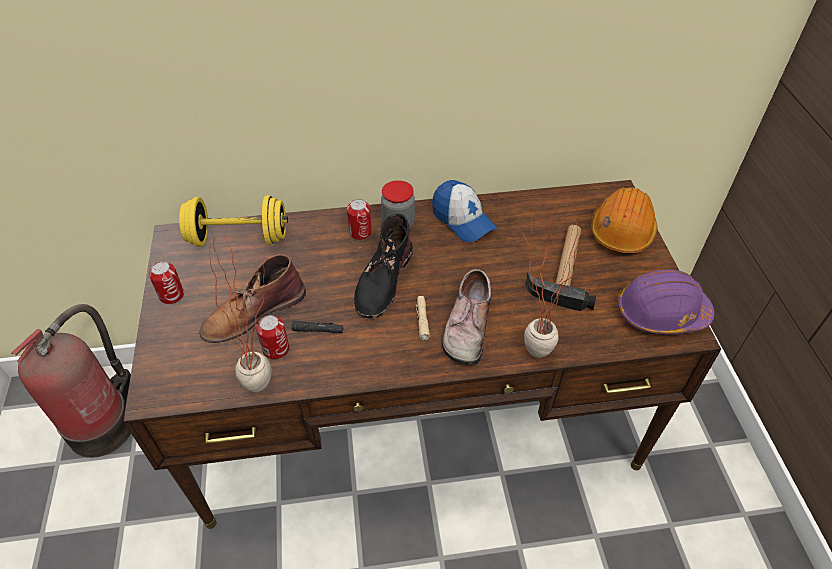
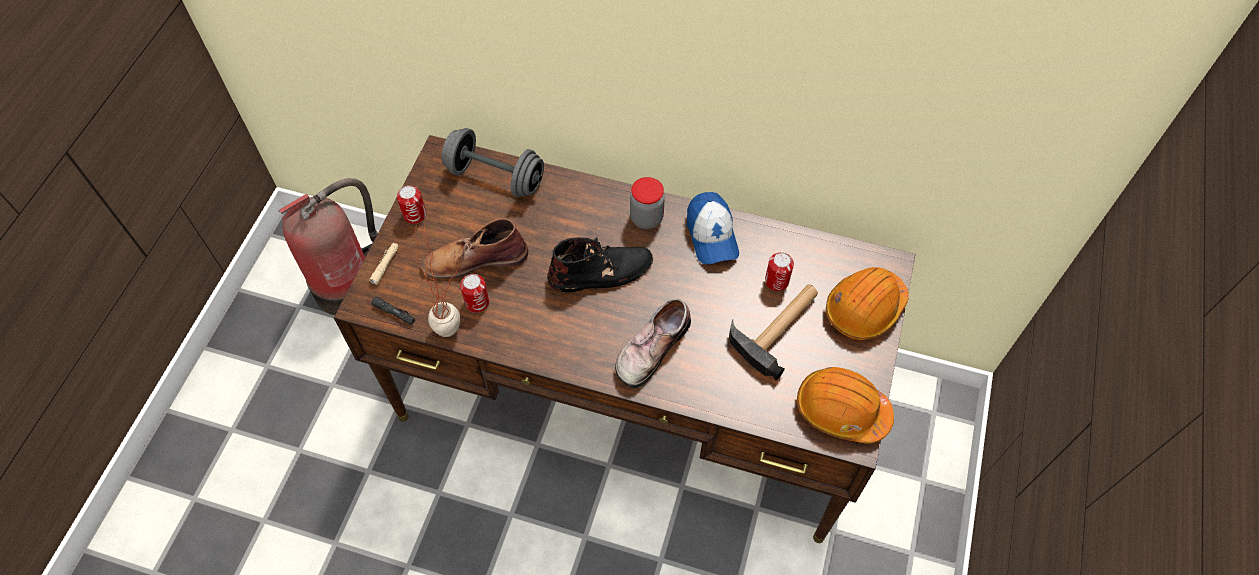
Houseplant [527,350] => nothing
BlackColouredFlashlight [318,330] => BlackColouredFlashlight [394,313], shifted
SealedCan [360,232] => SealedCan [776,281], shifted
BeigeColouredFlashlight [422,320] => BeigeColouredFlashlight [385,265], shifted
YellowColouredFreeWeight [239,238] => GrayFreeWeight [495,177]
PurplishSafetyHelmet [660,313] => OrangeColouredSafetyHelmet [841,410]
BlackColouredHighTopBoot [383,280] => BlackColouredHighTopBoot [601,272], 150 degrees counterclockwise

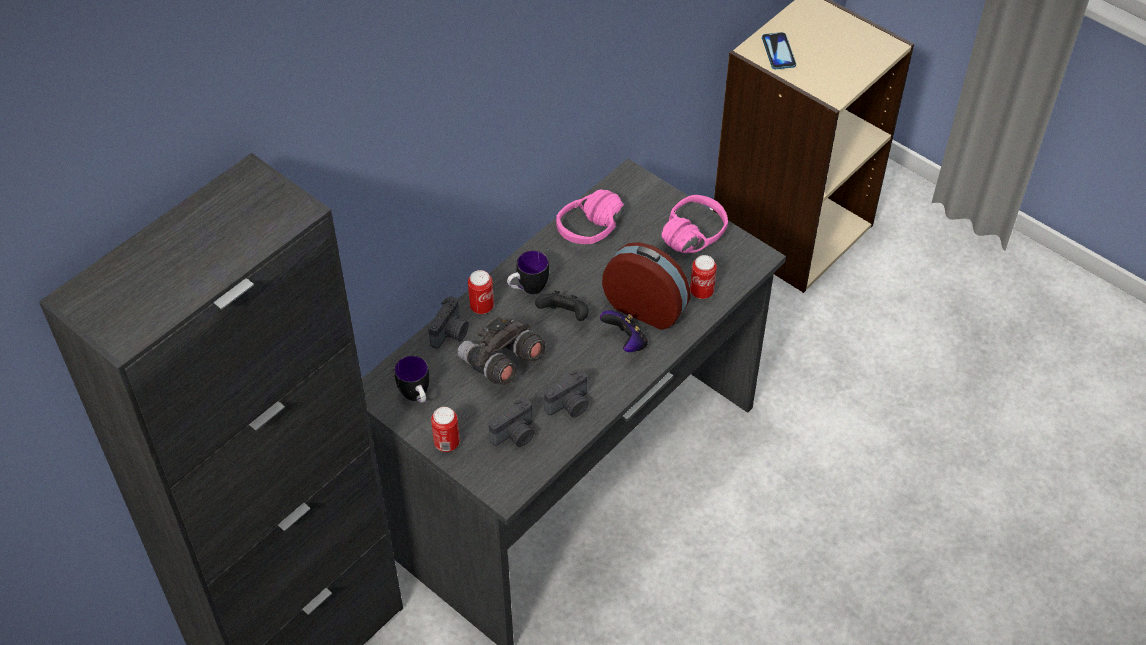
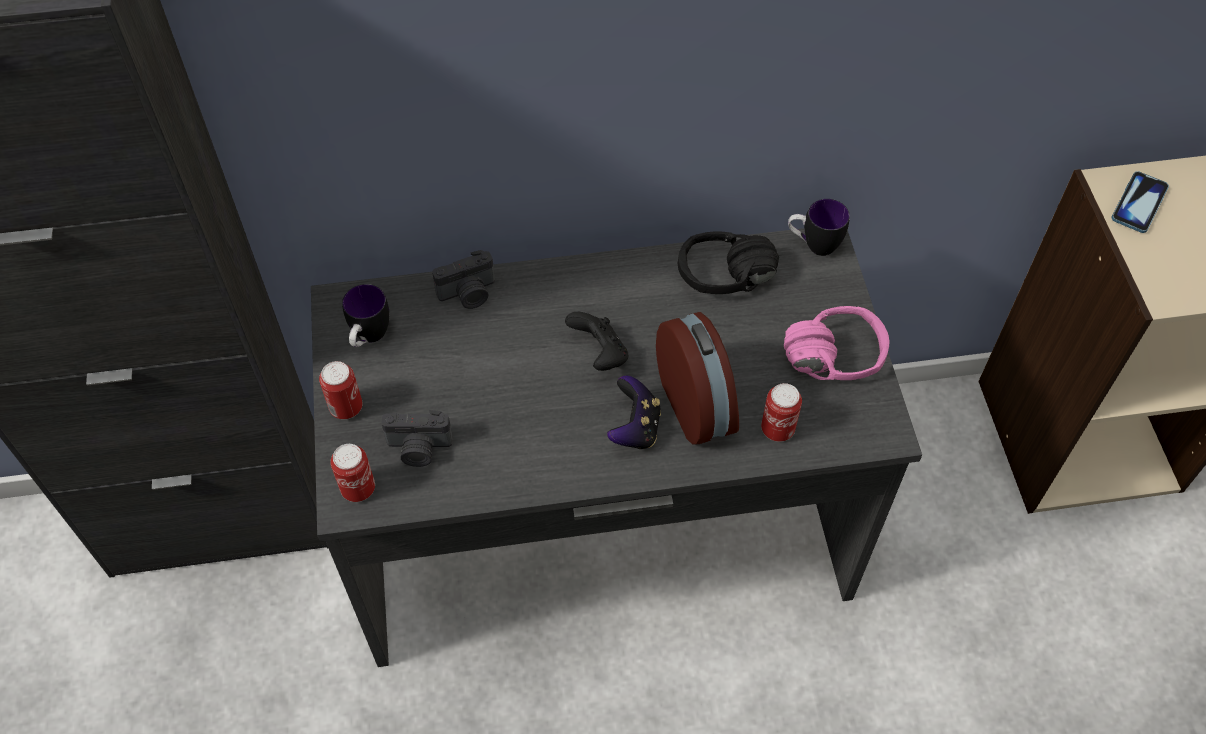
GrayPairOfBinoculars [501,362] => nothing
PhotoCamera [570,406] => nothing
SealedCan [481,307] => SealedCan [358,489], shifted
TeaMug [527,289] => TeaMug [813,245], shifted
PinkishPairOfHeadphones [599,233] => BlackColouredPairOfHeadphones [728,287]

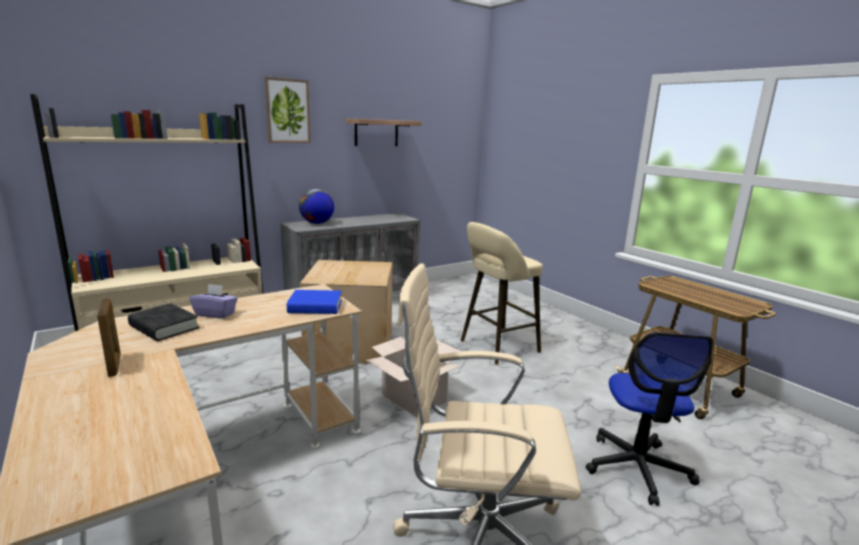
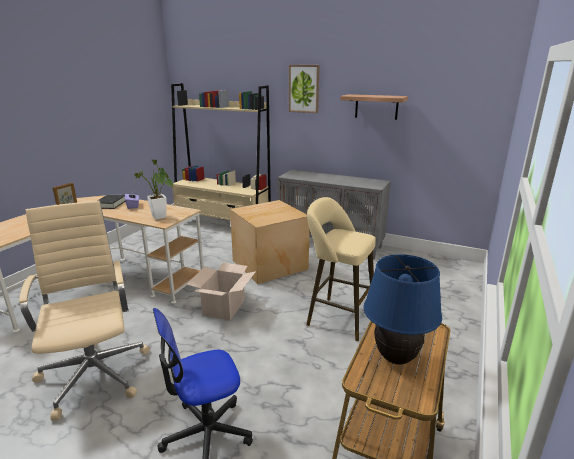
DeskGlobe [317,223] => nothing
nothing => BluishTableLamp [396,358]
BluishVolume [315,307] => Houseplant [160,218]

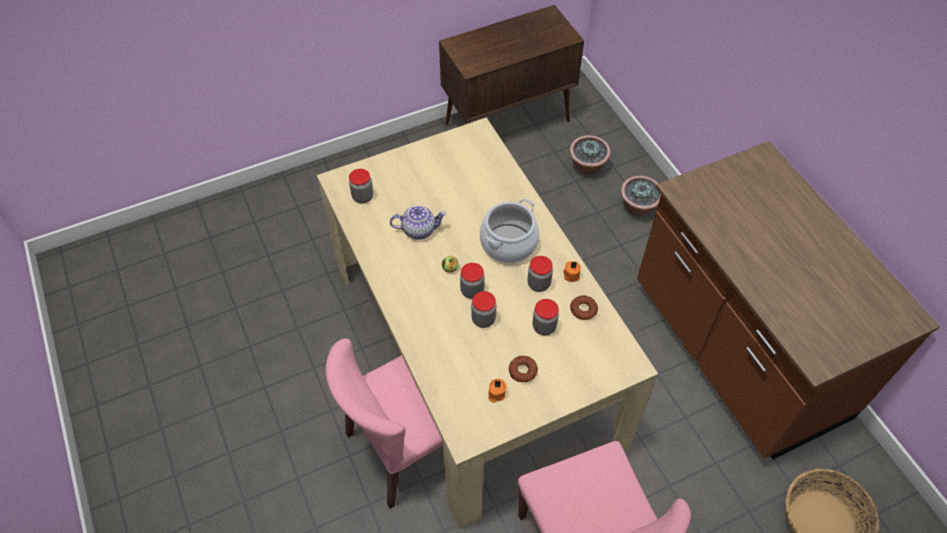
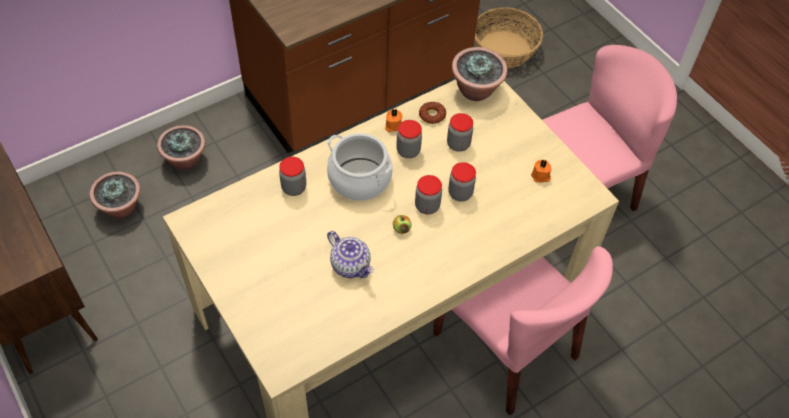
Donut [522,371] => nothing
nothing => Houseplant [476,90]
Jar [363,197] => Jar [294,188], shifted
Teapot [419,229] => Teapot [351,265], 150 degrees clockwise

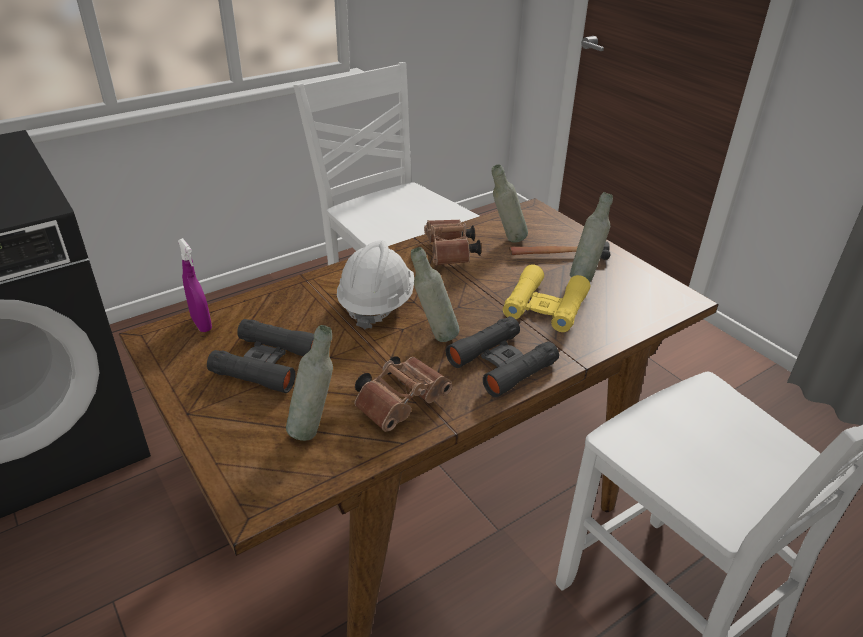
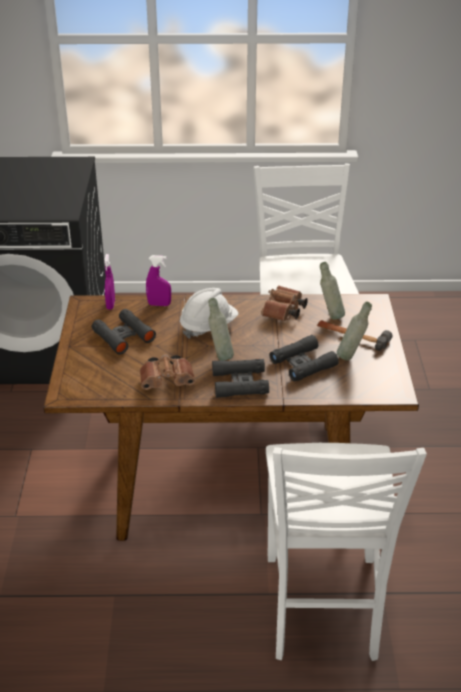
GrayDrinkBottle [314,428] => nothing
nothing => PurplishHandSprayer [159,304]
YellowColouredPairOfBinoculars [545,306] => BlackColouredPairOfBinoculars [303,364]

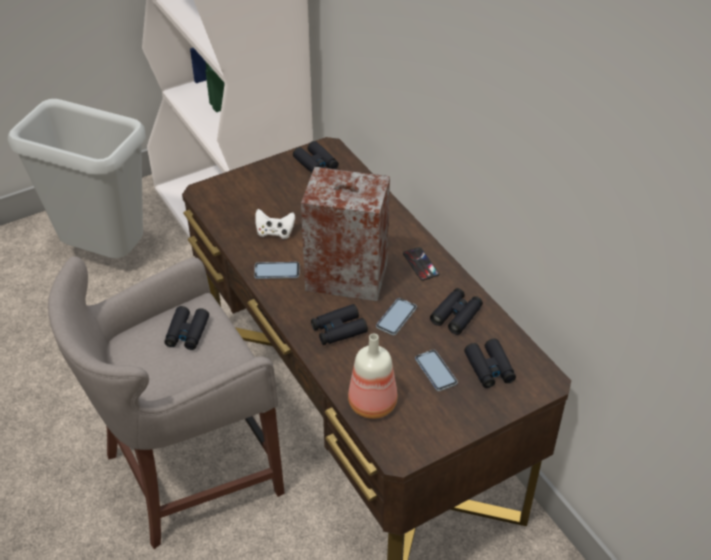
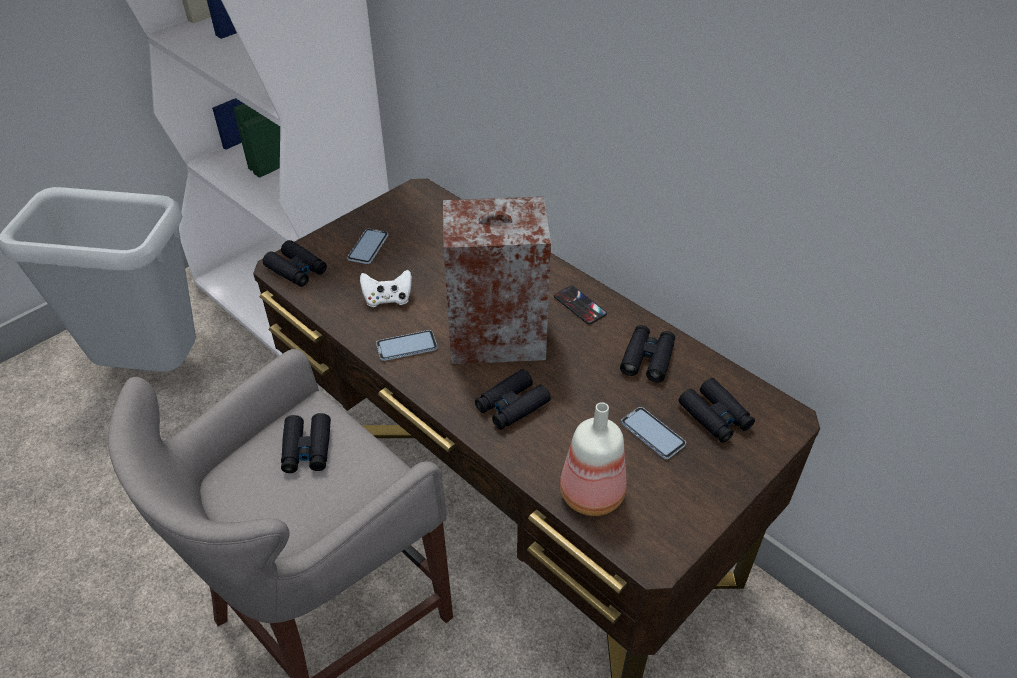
BlackColouredPairOfBinoculars [316,164] => BlackColouredPairOfBinoculars [296,270], shifted
Handset [396,317] => Handset [368,247], shifted

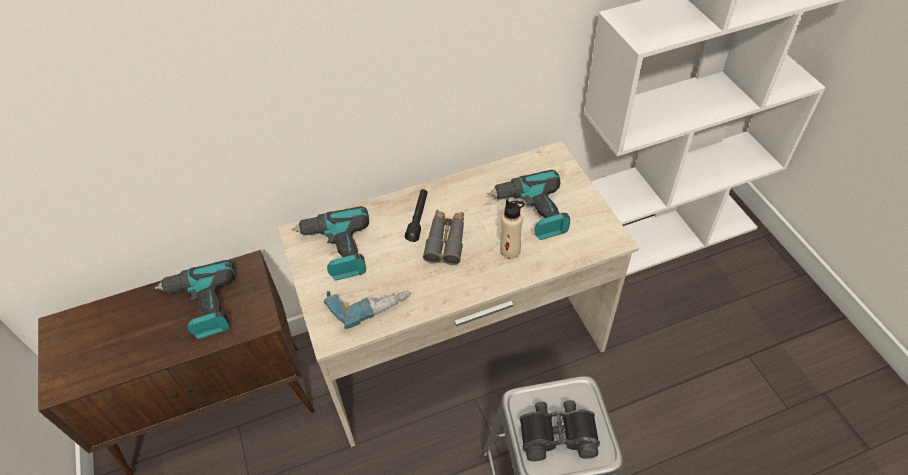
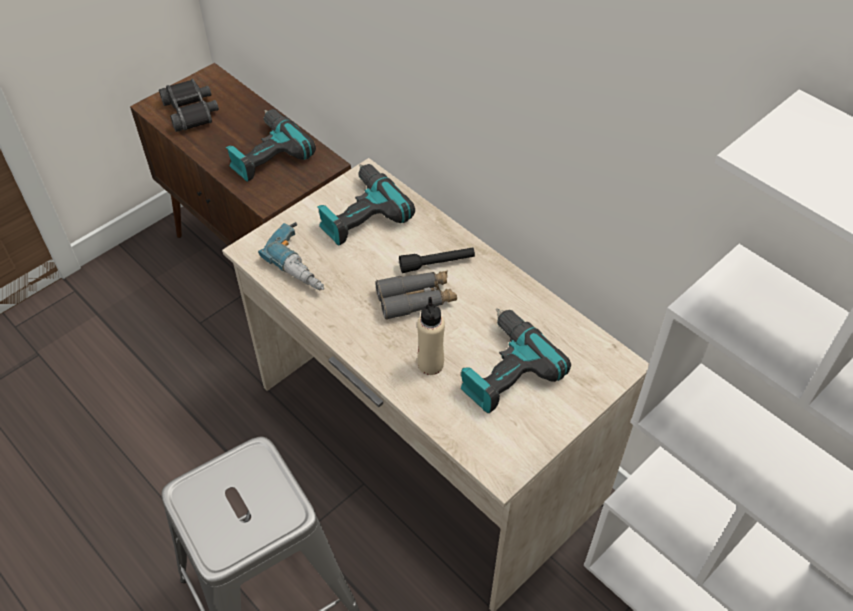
BlackColouredPairOfBinoculars [557,434] => BlackColouredPairOfBinoculars [191,111], shifted

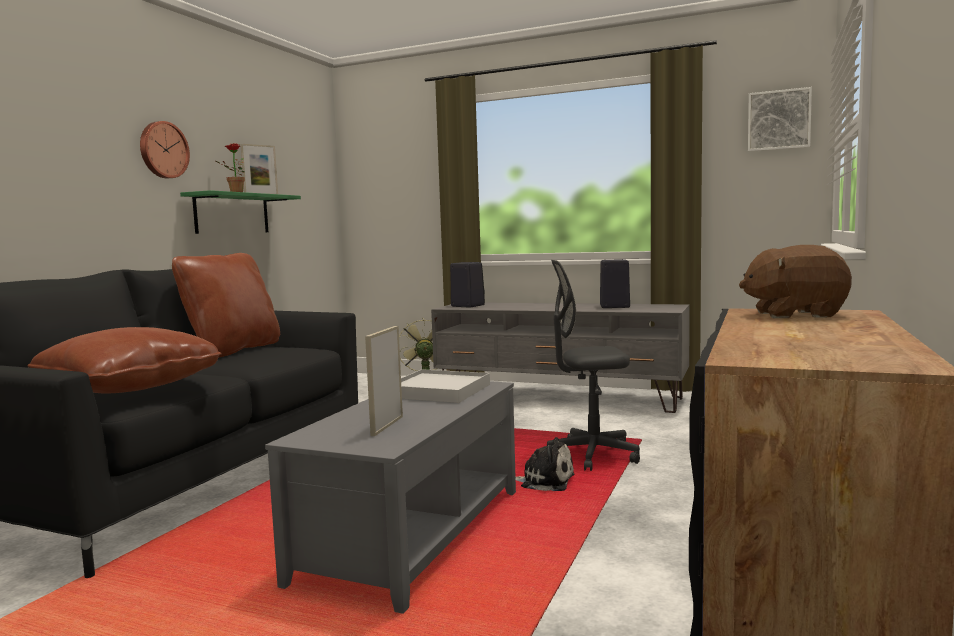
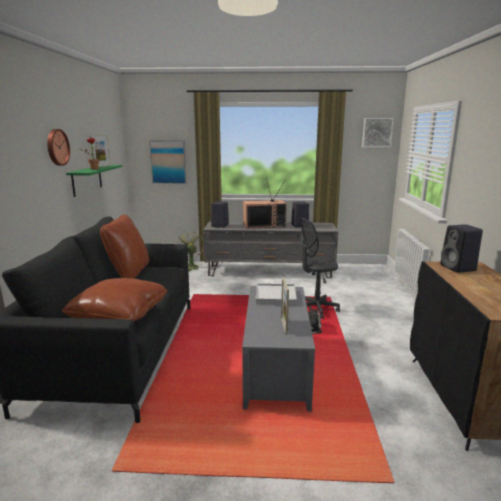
nothing => Picture [168,162]
nothing => Television [264,225]
BrownCuddlyToy [794,314] => BlackColouredLoudspeaker [459,268]

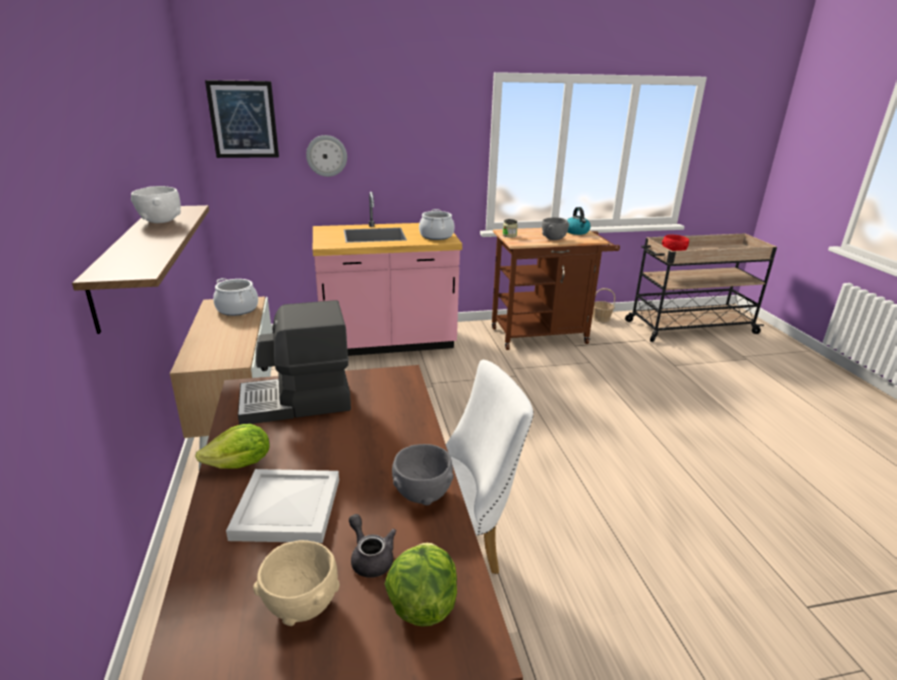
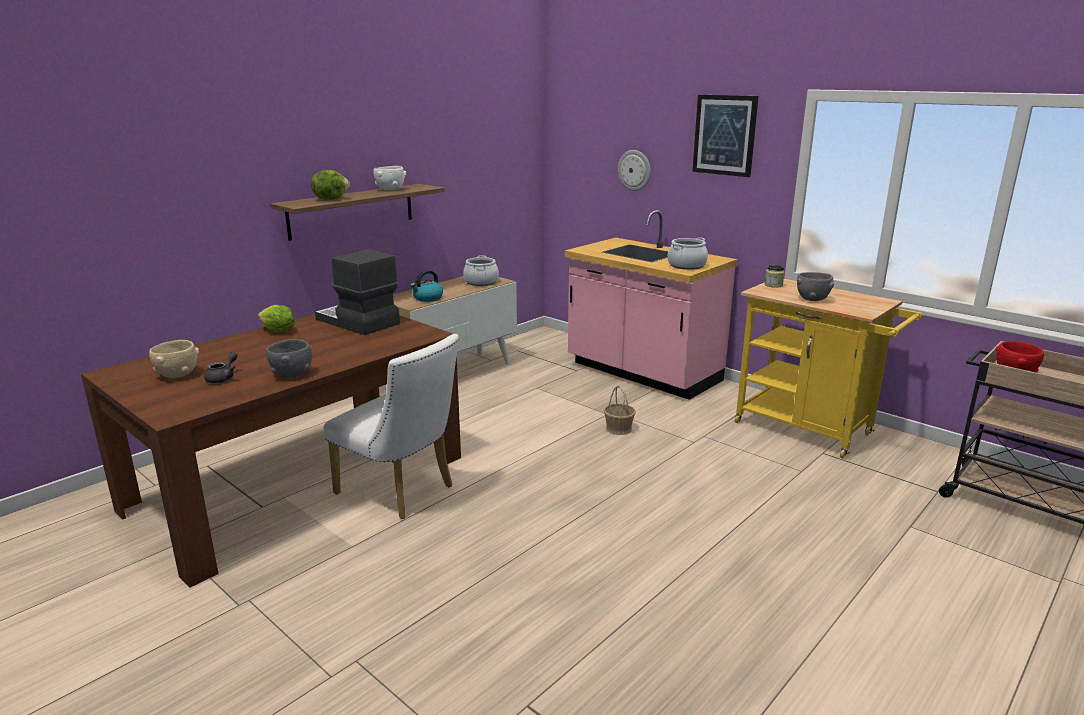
WhiteServingTray [285,509] => nothing
Picture [243,119] => Picture [724,135], shifted
HeadOfLettuce [422,605] => HeadOfLettuce [330,199], shifted
WaterKettle [576,232] => WaterKettle [427,298], shifted
StorageBasket [601,318] => StorageBasket [619,429], shifted
BrownCart [545,335] => YellowColouredCart [810,431]

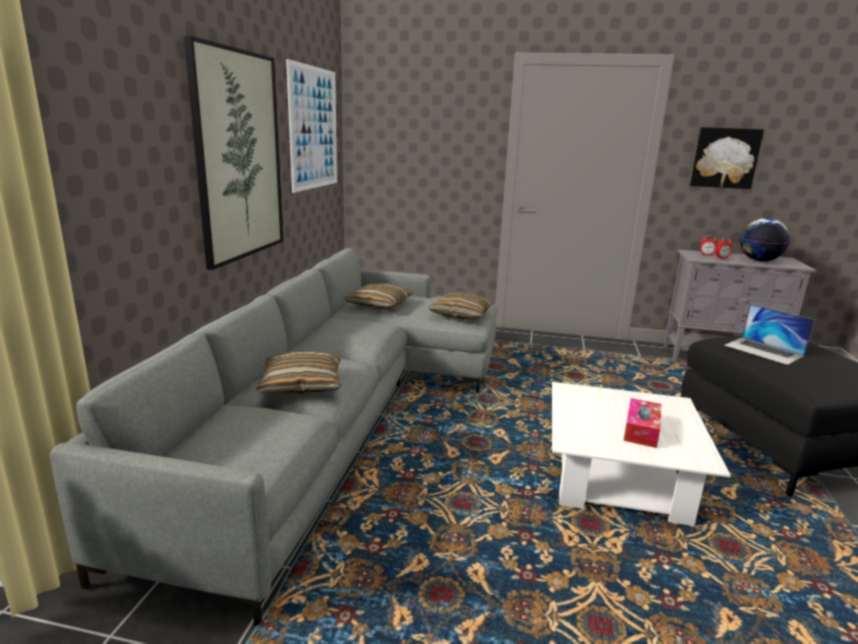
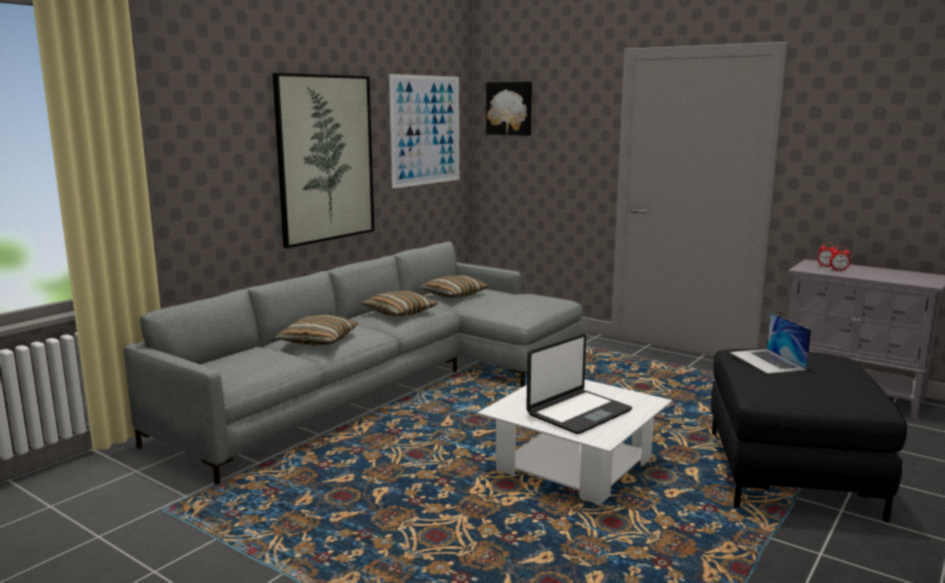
DeskGlobe [759,260] => nothing
ThrowPillow [461,314] => ThrowPillow [399,312], shifted
Picture [724,158] => Picture [510,108], shifted
TissueBox [641,430] => NotebookComputer [578,412]

